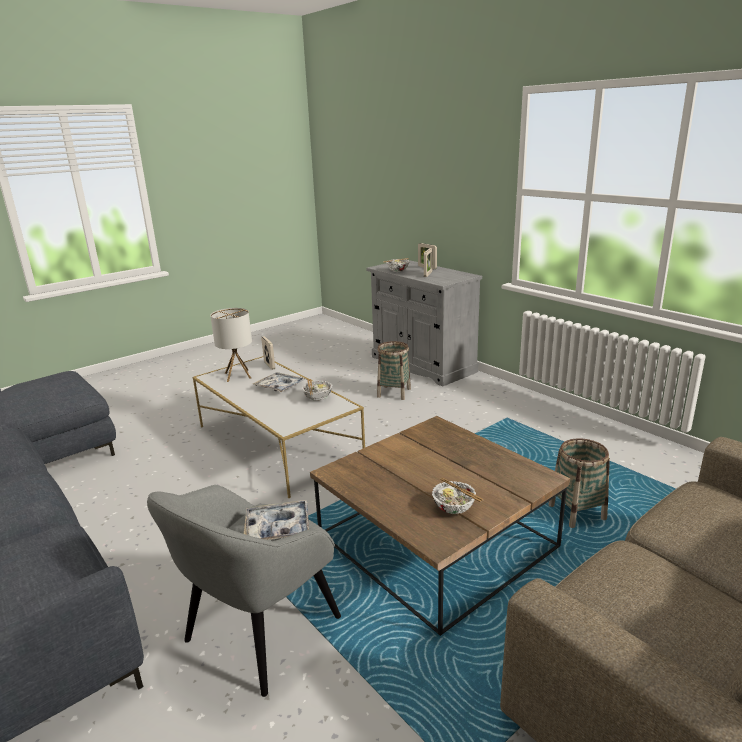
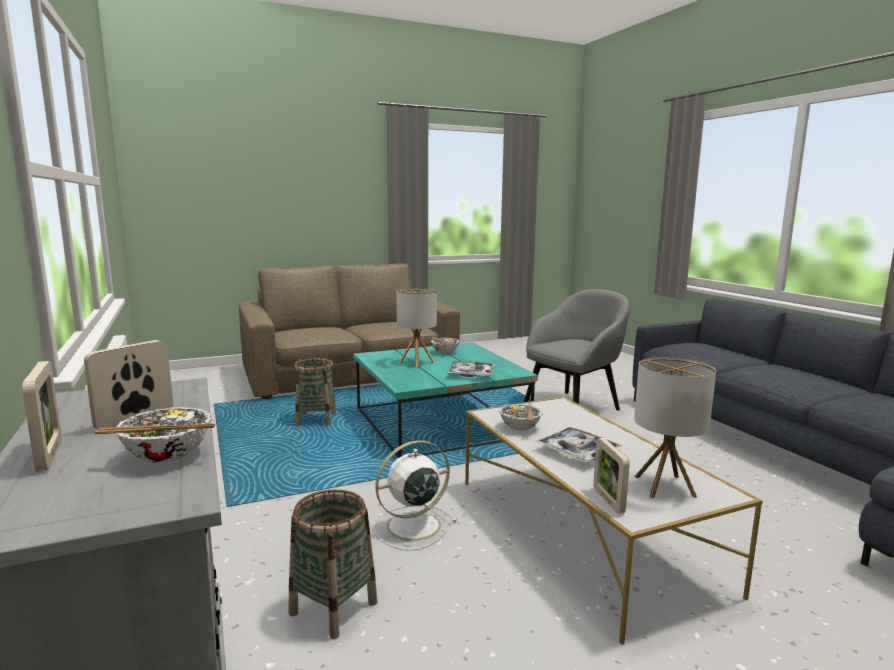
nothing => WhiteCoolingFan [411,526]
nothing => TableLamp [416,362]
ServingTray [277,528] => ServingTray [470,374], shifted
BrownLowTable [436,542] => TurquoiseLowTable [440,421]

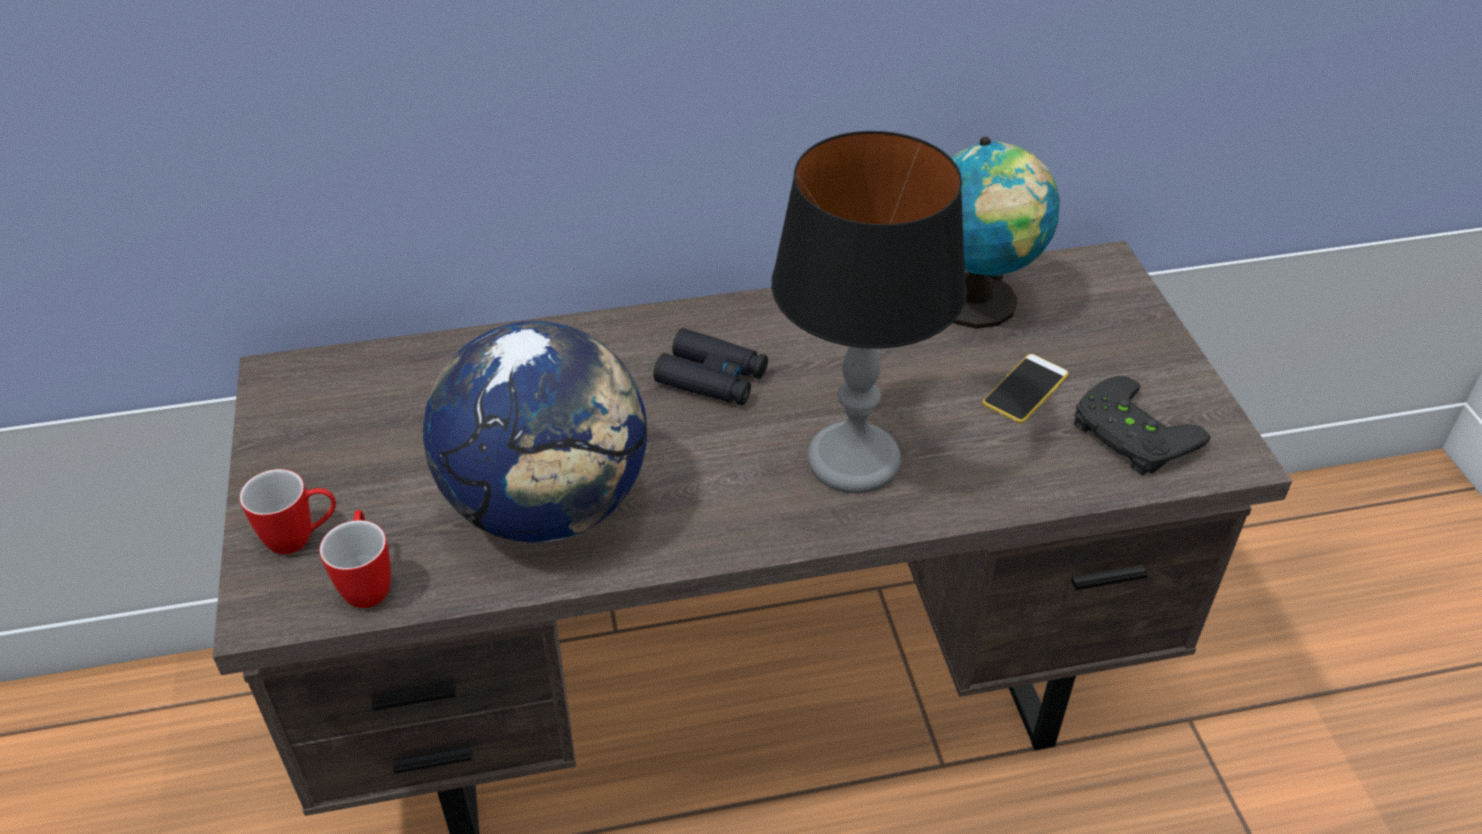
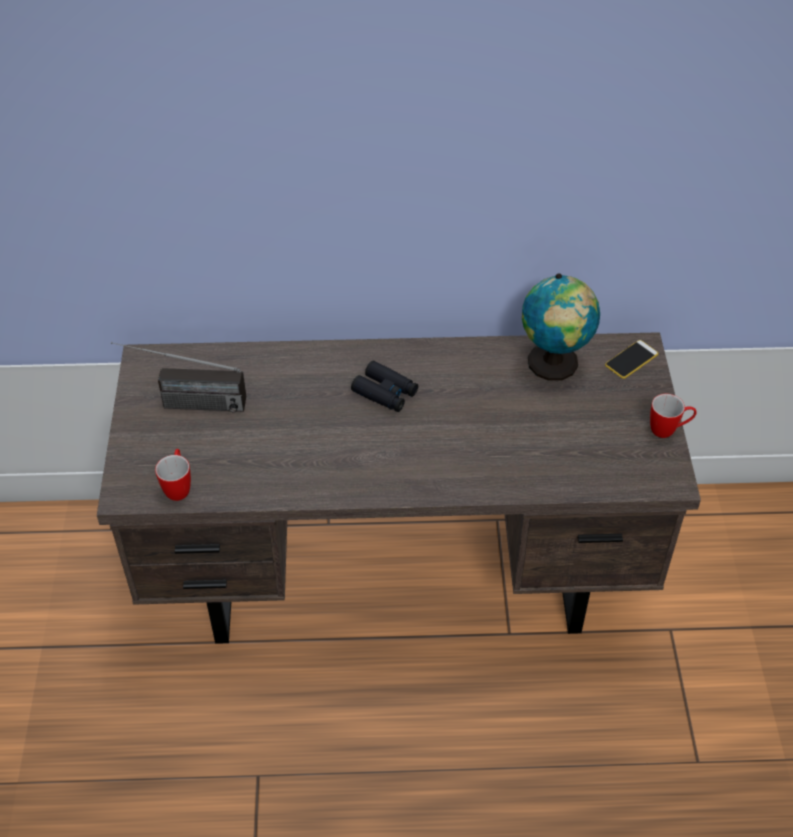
DeskGlobe [548,506] => nothing
TableLamp [852,461] => nothing
BlackColouredGamepad [1129,435] => nothing
nothing => RadioSet [183,403]
TeaMug [302,538] => TeaMug [668,430], shifted
Handset [1025,389] => Handset [631,360], shifted

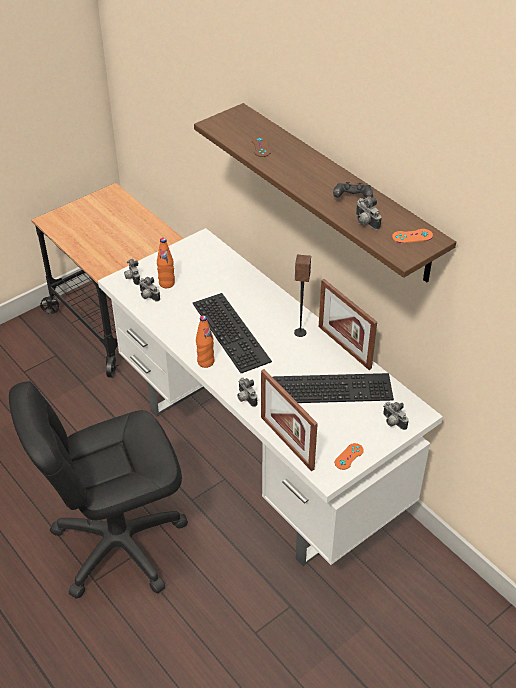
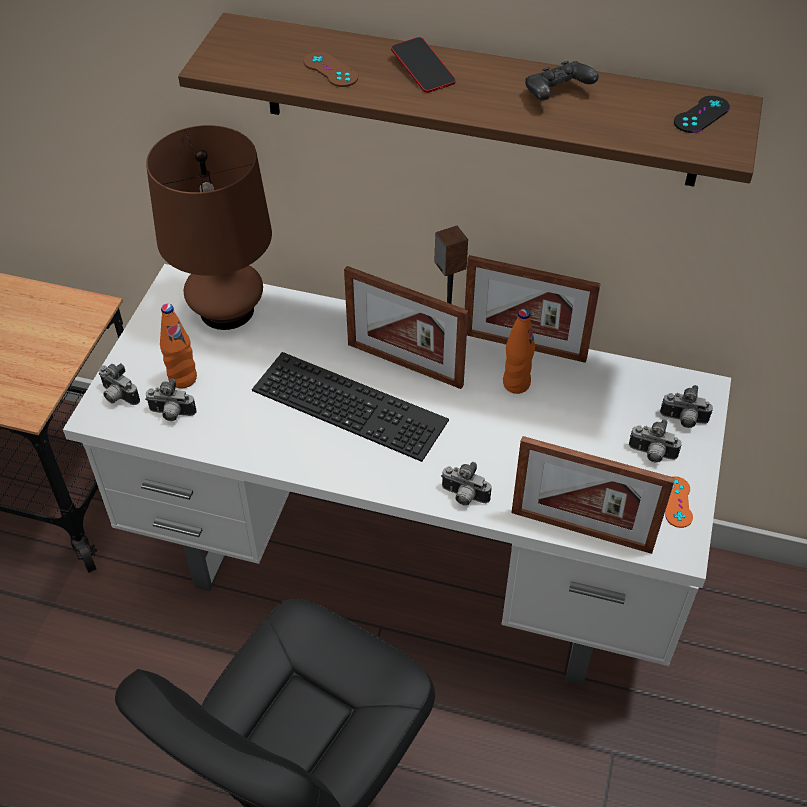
ComputerKeyboard [333,387] => nothing
nothing => BrownTableLamp [227,310]
nothing => StandingFrame [404,364]
nothing => Handset [423,70]
OrangeColouredDrinkBottle [205,362] => OrangeColouredDrinkBottle [516,384], shifted
PhotoCamera [365,223] => PhotoCamera [651,455], shifted
OrangeColouredGamepad [412,236] => BlackColouredGamepad [701,115]

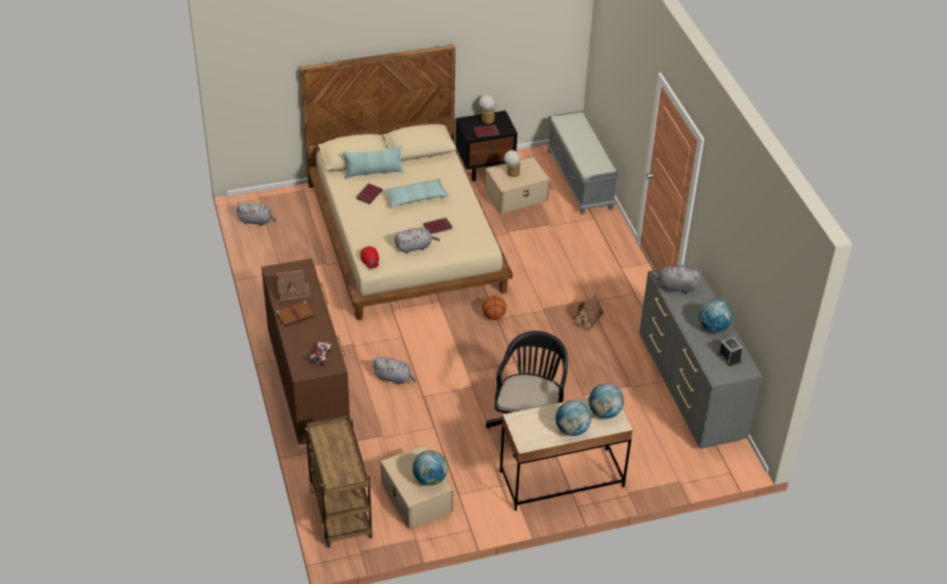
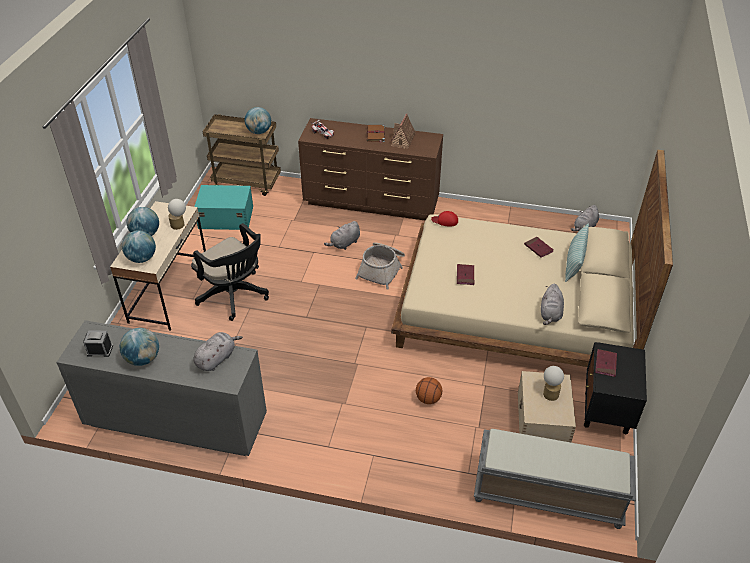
ThrowPillow [416,198] => nothing
ToyHouse [587,319] => nothing
nothing => StorageBasket [382,269]
GrayCuddlyToy [415,247] => GrayCuddlyToy [550,314], shifted
DeskGlobe [430,479] => DeskGlobe [259,132], shifted
TableLamp [487,119] => TableLamp [179,225], shifted
BasketballBall [493,316] => BasketballBall [428,399], shifted
BeigeColouredStorageBin [416,498] => TurquoiseStorageBin [225,217]

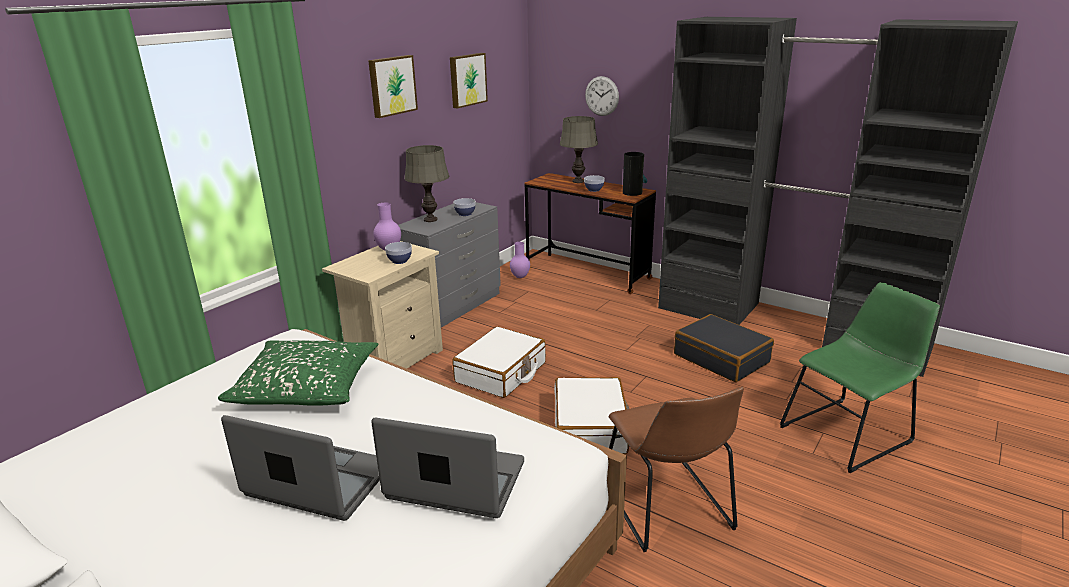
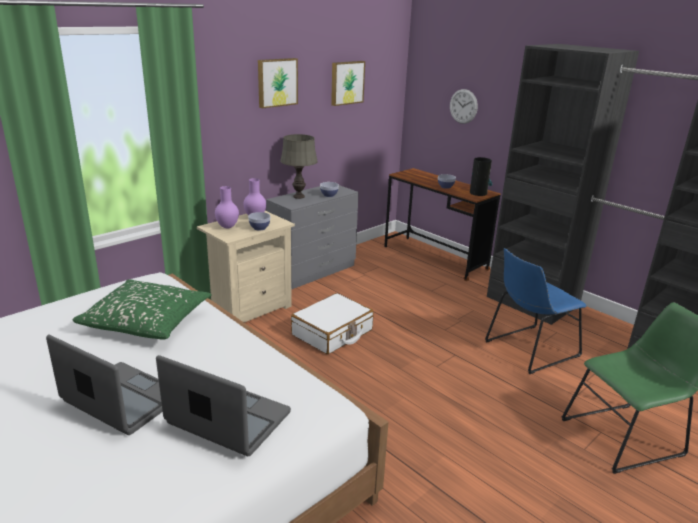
WhiteSuitcase [590,428] => nothing
GrayTableLamp [578,181] => nothing
BrownUprightChair [668,508] => nothing
PurplishFlowerVase [519,277] => PurplishFlowerVase [227,227], shifted
BlackColouredSuitcase [721,358] => BluishUprightChair [528,349]

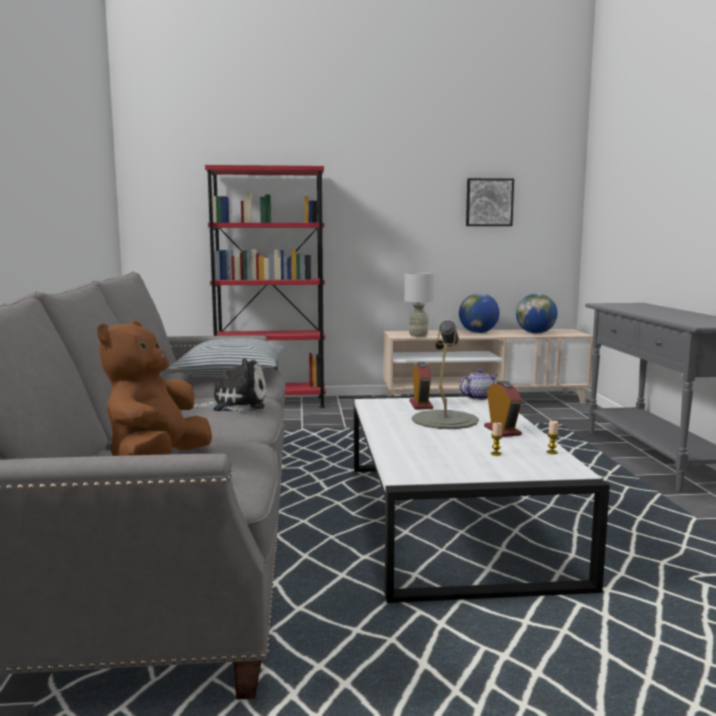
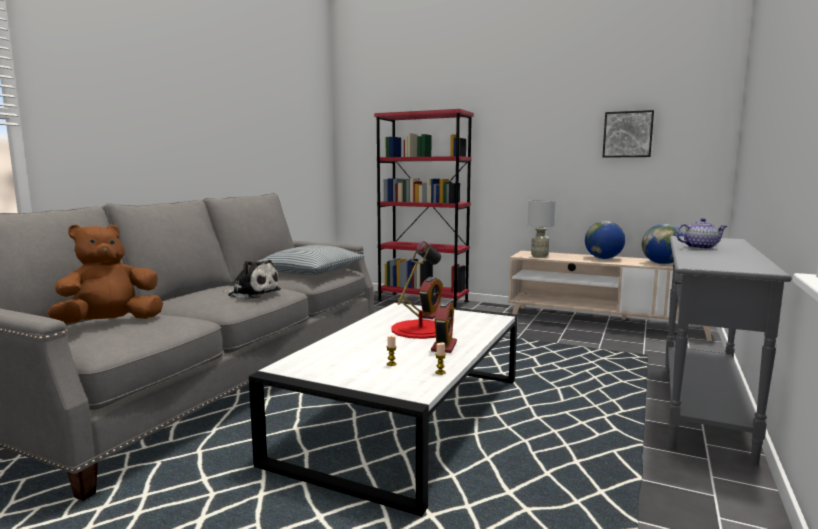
Teapot [478,397] => Teapot [700,247], shifted
GrayTableLamp [444,420] => RedTableLamp [420,329]

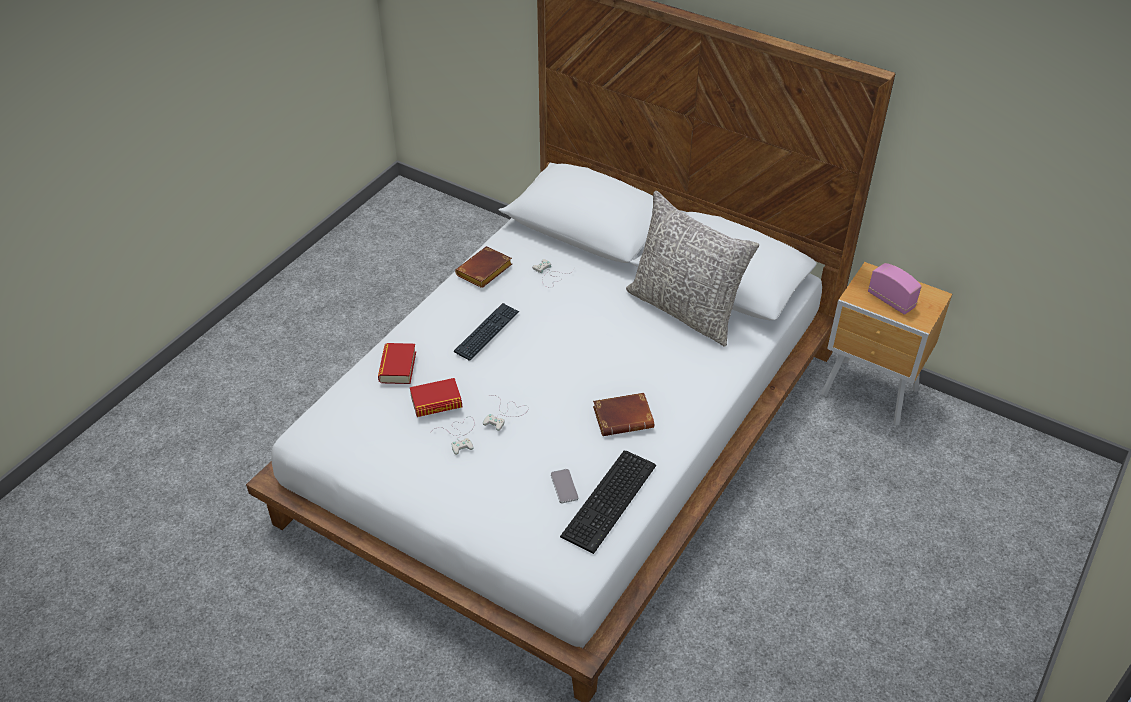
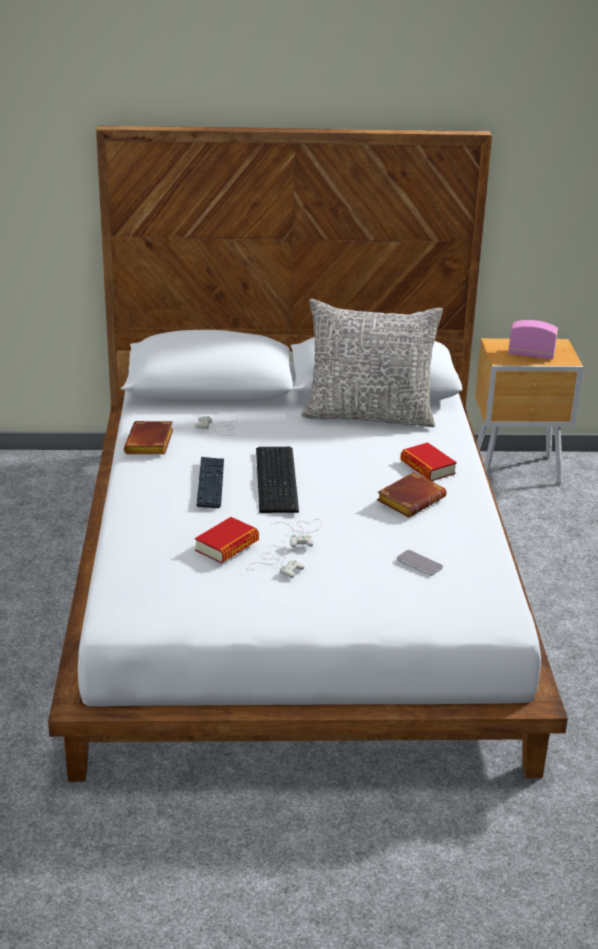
Volume [397,367] => Volume [427,467], shifted
ComputerKeyboard [612,500] => ComputerKeyboard [278,479], shifted

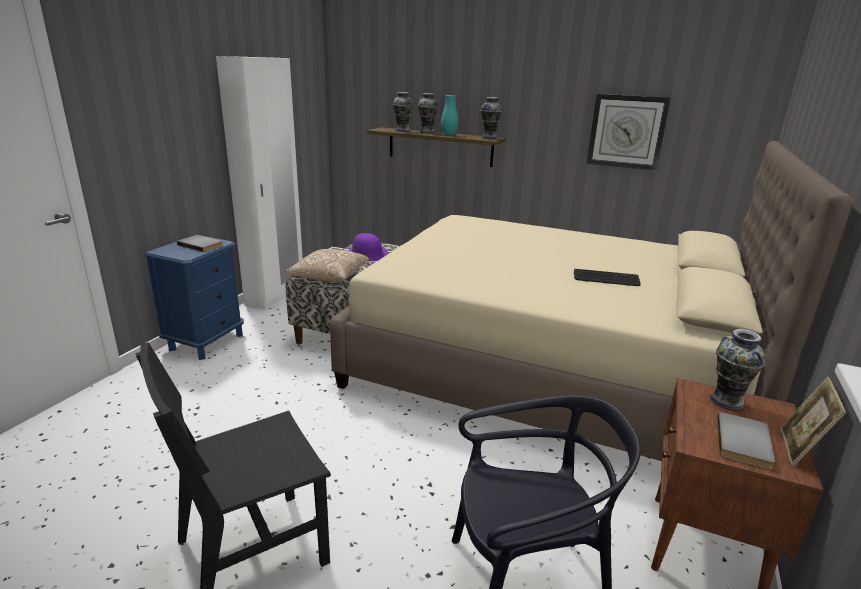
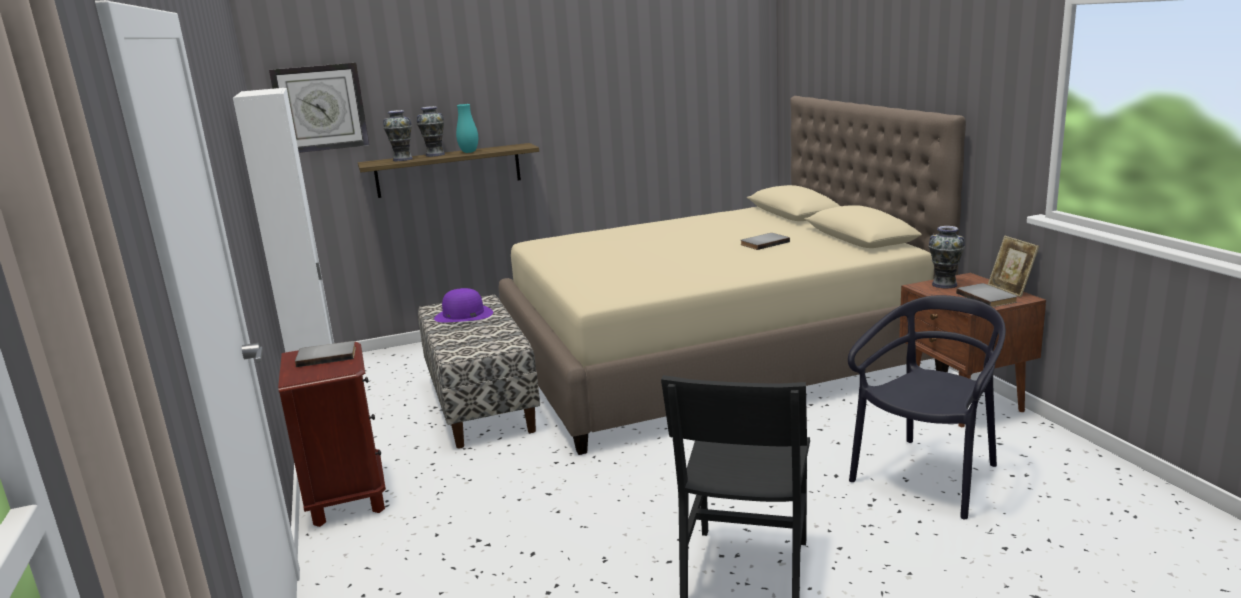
ThrowPillow [329,276] => nothing
FlowerVase [489,138] => nothing
ClockOnTheWall [627,131] => ClockOnTheWall [320,108], shifted
ComputerKeyboard [606,279] => GrayVolume [763,243]
BluishNightTable [206,342] => BrownNightTable [347,497]

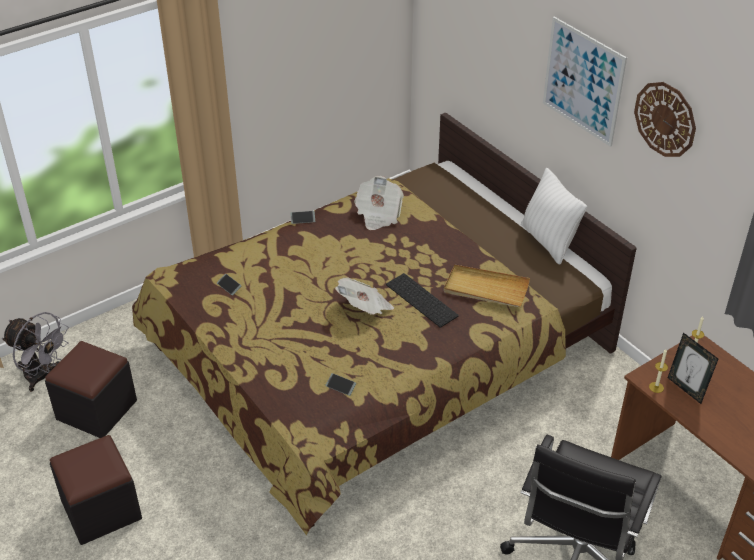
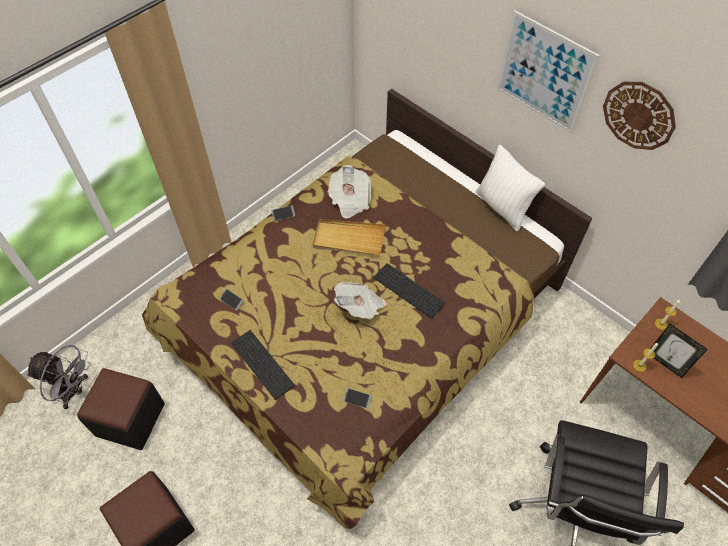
nothing => ComputerKeyboard [264,364]
BeigeColouredServingTray [486,289] => BeigeColouredServingTray [348,239], shifted

